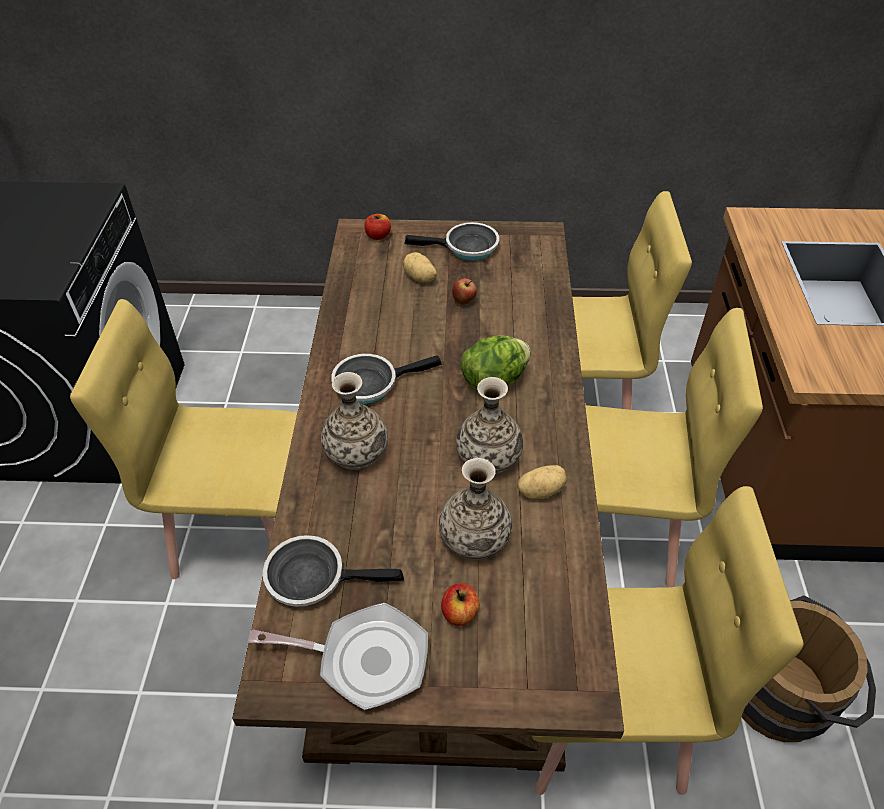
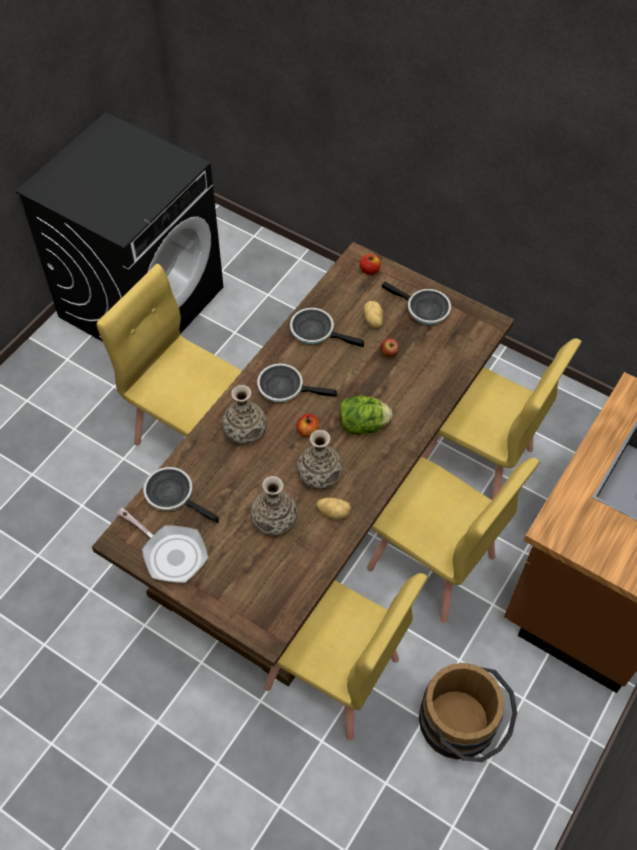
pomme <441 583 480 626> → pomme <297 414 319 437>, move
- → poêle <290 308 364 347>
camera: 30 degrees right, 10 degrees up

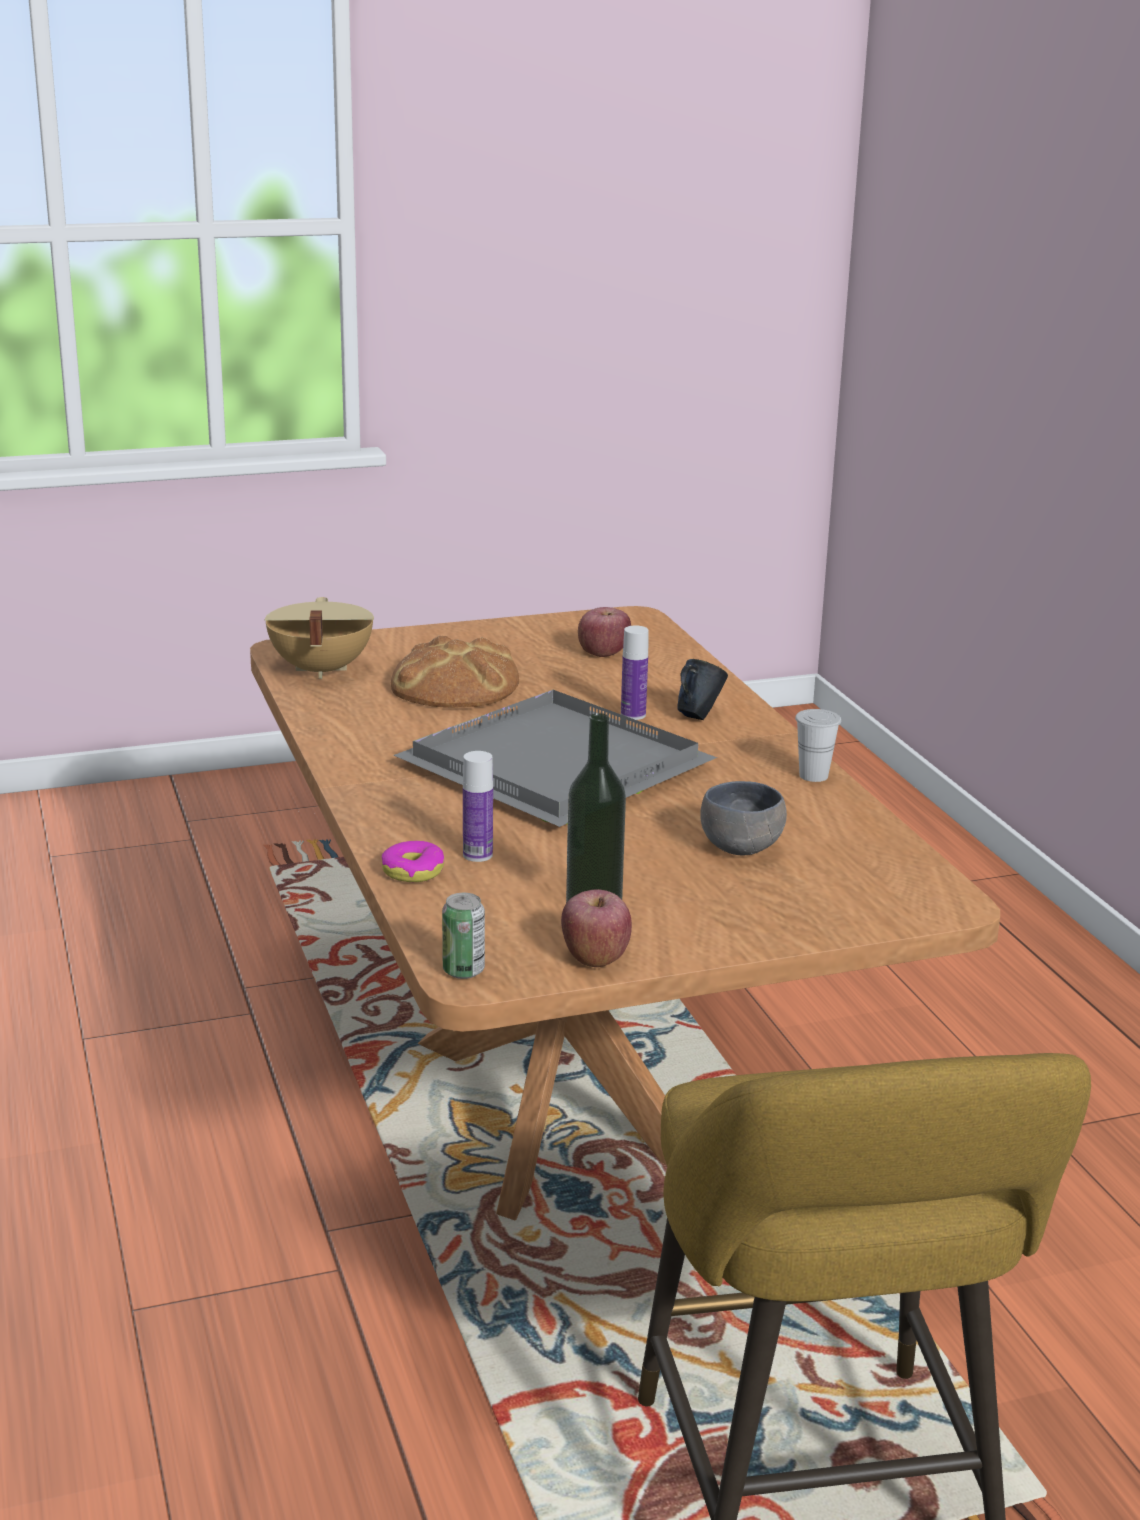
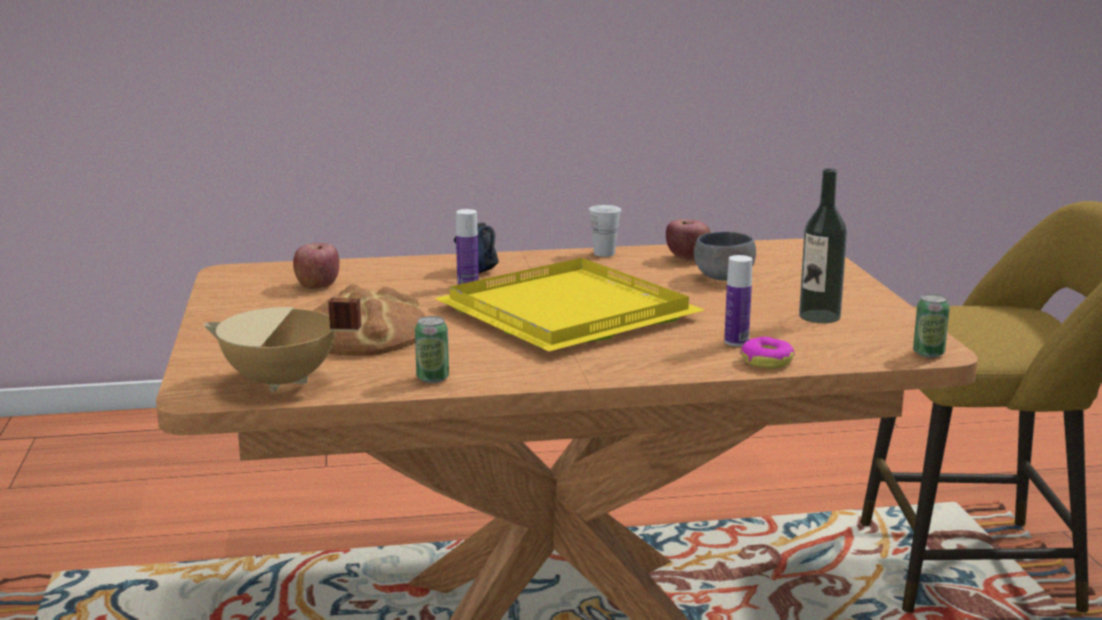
plateau [gris] <393 690 717 827> → plateau [jaune] <434 258 704 351>
pomme <561 889 632 967> → pomme <666 219 711 261>, move
- → boîte métallique <415 316 449 383>
camera: 80 degrees left, 5 degrees down

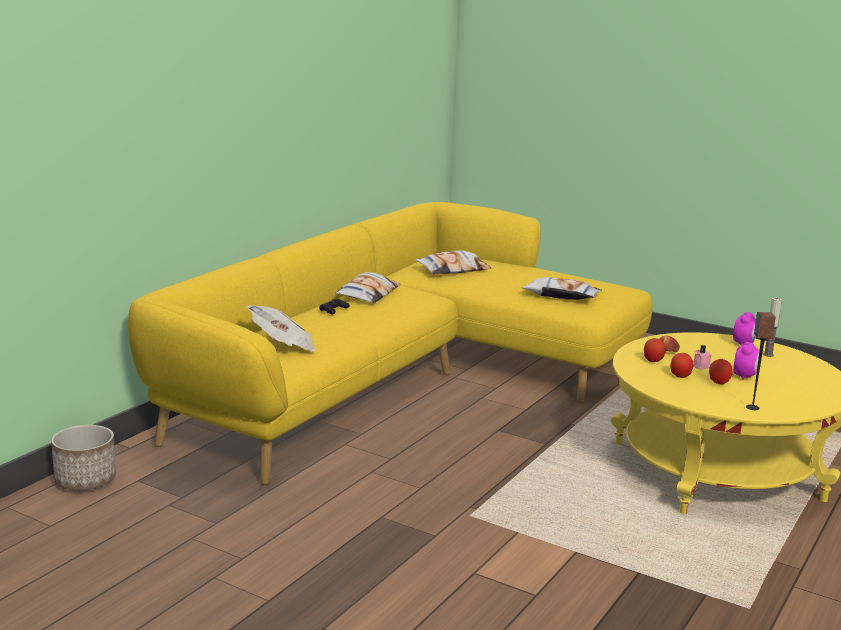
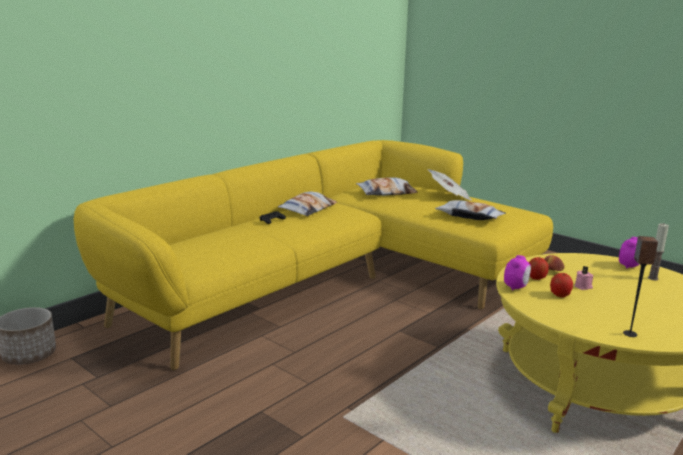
journal <247 305 315 351> → journal <428 169 472 201>, move
réveil <733 342 759 379> → réveil <504 255 531 291>, move
pomme <709 359 732 384> → -
camera: 10 degrees right, 0 degrees up

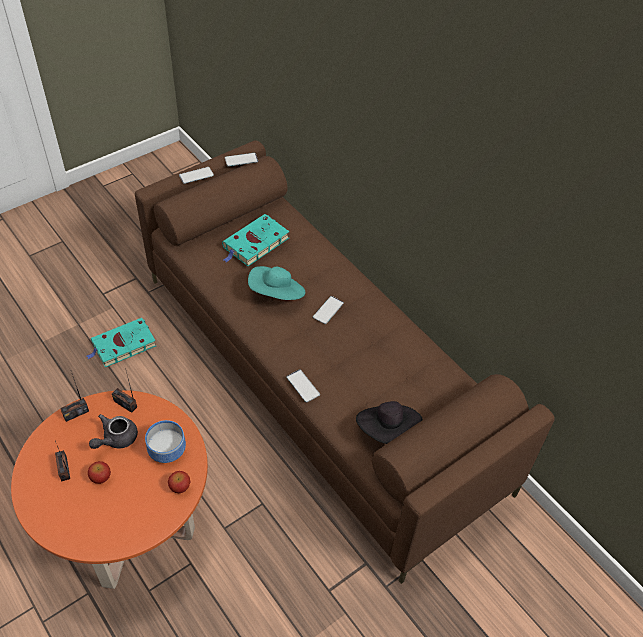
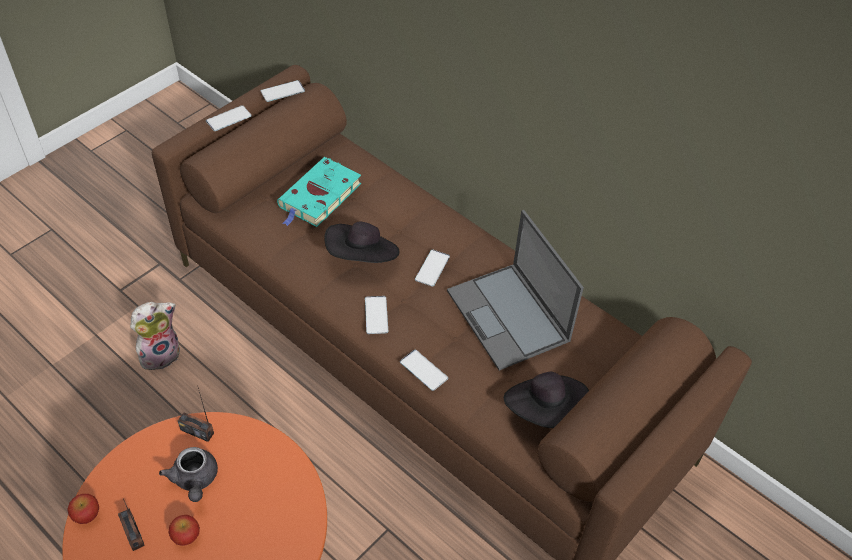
chapeau [turquoise] <248 266 305 300> → chapeau [noir] <324 221 400 263>
livre [turquoise] <87 318 156 367> → peluche <130 302 180 370>
radio <60 374 89 422> → -
théière [gris] <89 414 138 449> → théière [gris] <159 447 218 502>, 45 degrees counterclockwise
bol <145 420 186 463> → -
pomme <168 471 191 493> → pomme <67 494 99 524>, move
- → ordinateur portable <447 210 584 371>
- → téléphone <365 296 388 334>
camera: 10 degrees left, 0 degrees up

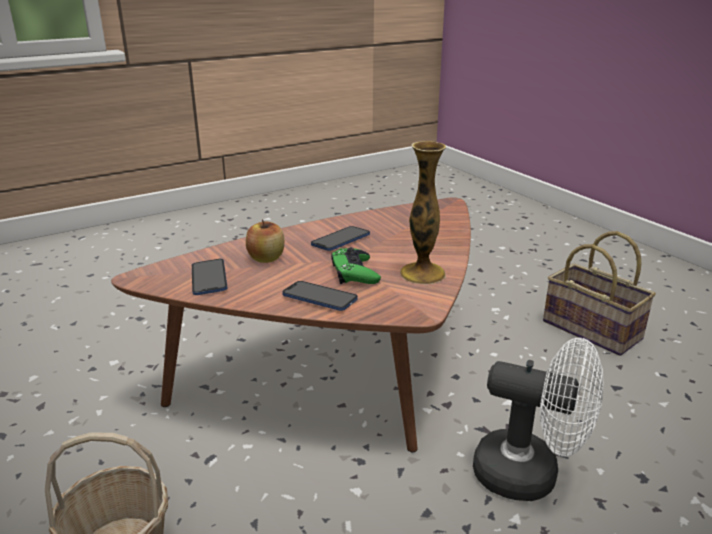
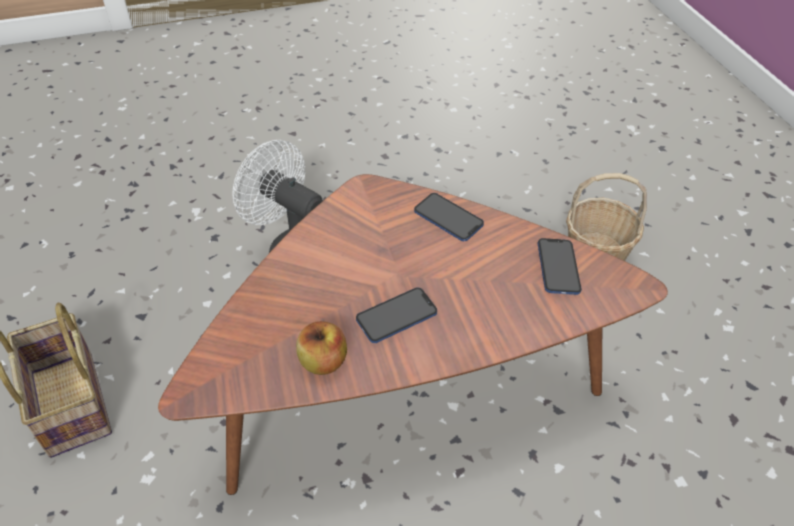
vase <400 141 446 285> → -
pomme <246 219 284 263> → pomme <296 321 347 375>, move
manette [vert] <331 247 381 284> → -
camera: 165 degrees left, 20 degrees up

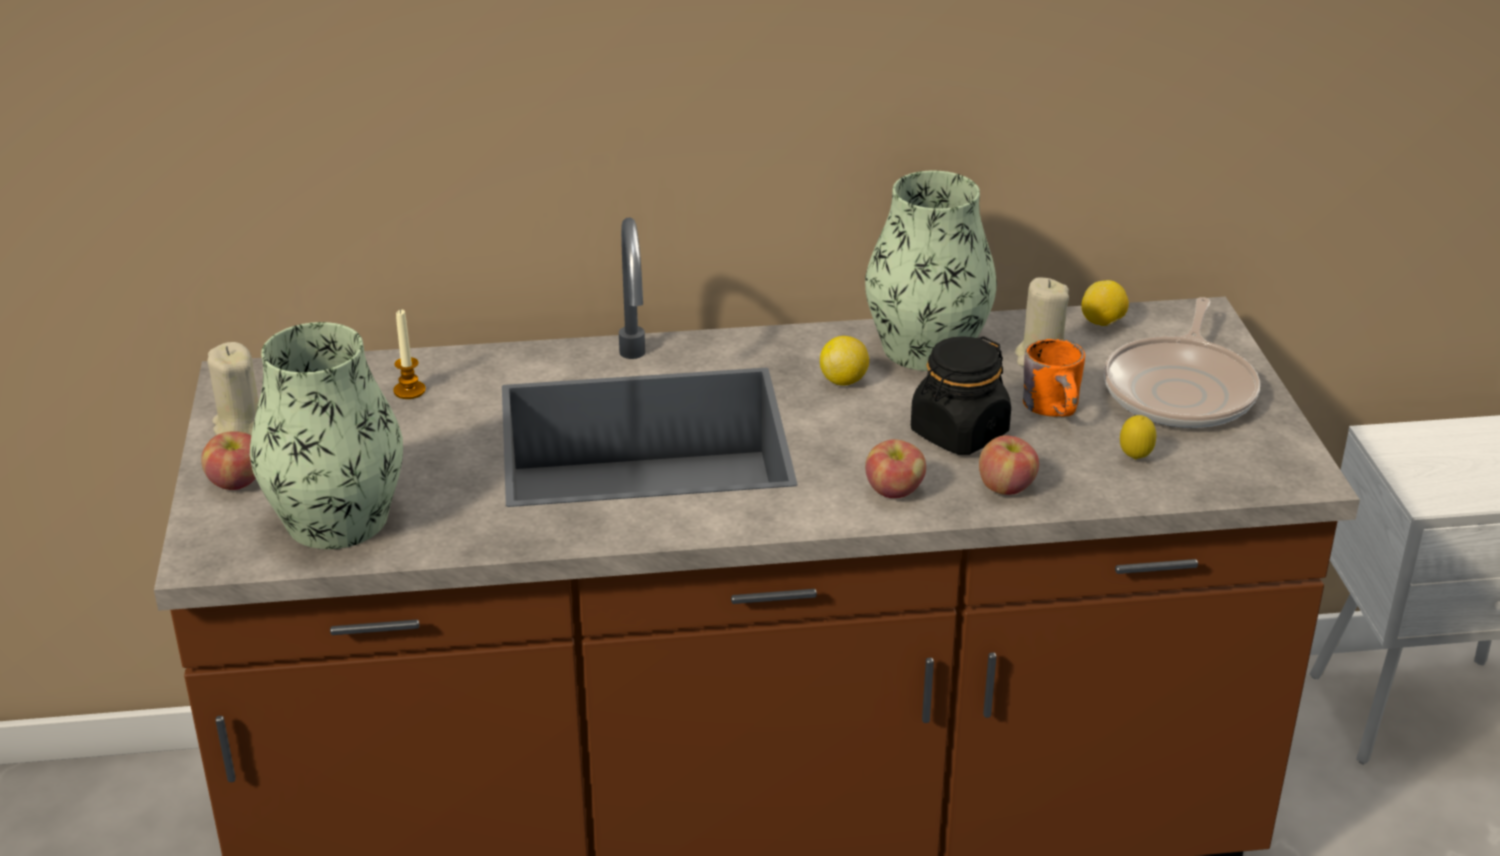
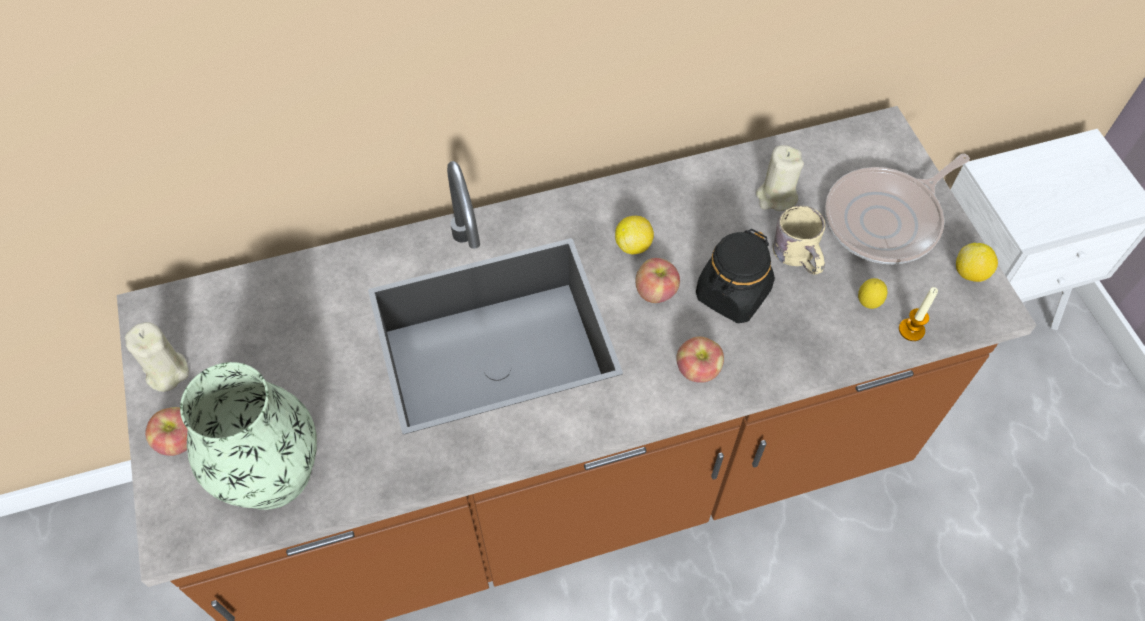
vase <865 171 997 371> → -
citron <1081 280 1129 326> → citron <956 243 998 282>, move
poêle <1104 297 1260 428> → poêle <825 154 970 264>, 45 degrees clockwise
bougie <393 309 426 399> → bougie <899 287 938 341>, move
mug [orange] <1023 339 1085 417> → mug [beige] <773 206 825 275>
pomme <979 435 1039 495> → pomme <635 258 680 303>, move
camera: 10 degrees left, 25 degrees up

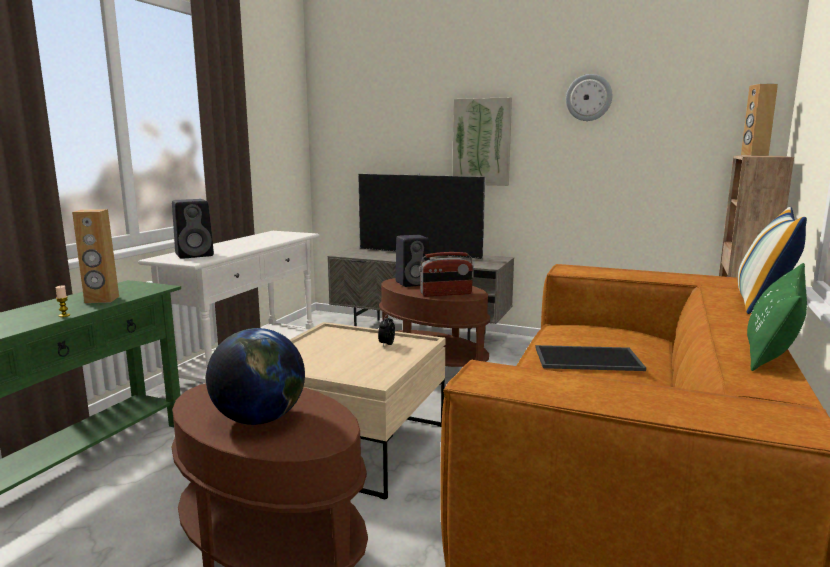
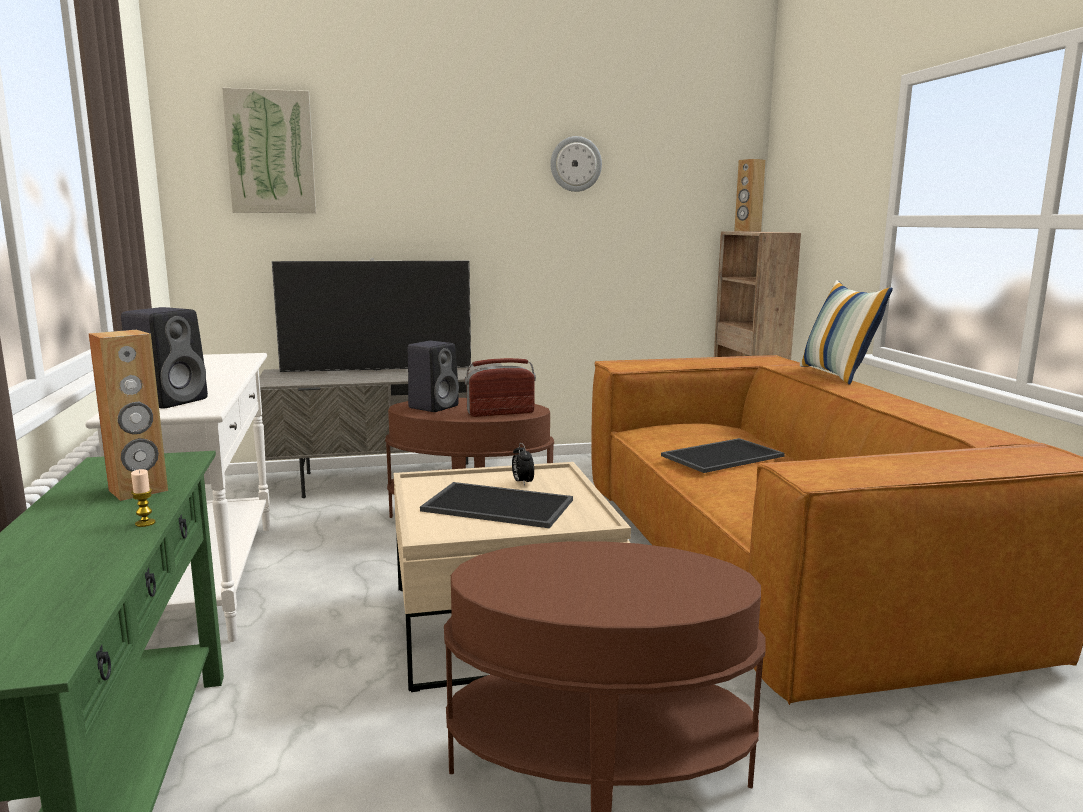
tableau <452 97 512 186> → tableau <222 88 316 213>, move
radio <419 252 474 297> → radio <465 358 536 417>, 150 degrees counterclockwise
coussin [vert] <747 263 807 371> → -
globe <206 328 305 425> → -
- → plateau <420 482 573 528>
camera: 35 degrees left, 0 degrees up

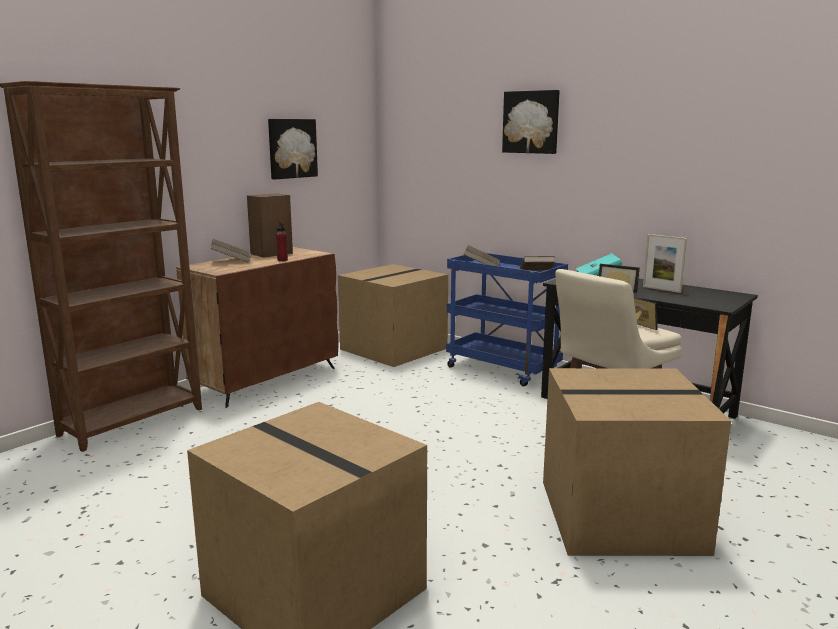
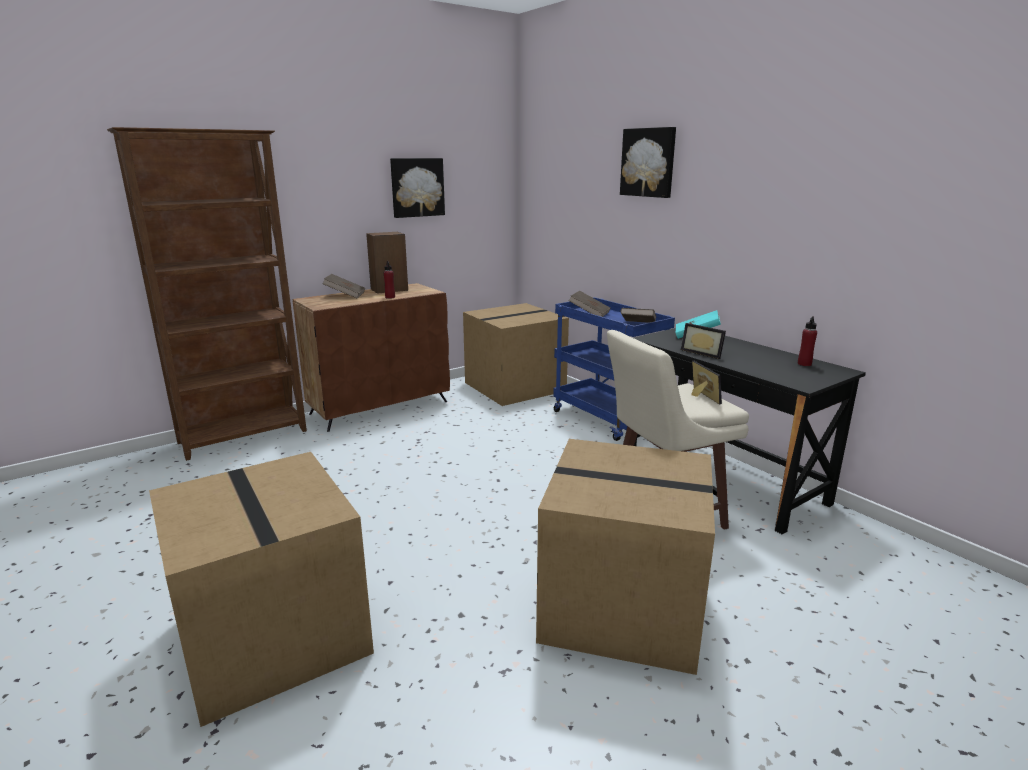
cadre photo <643 234 687 293> → -
- → bouteille [rouge] <798 316 817 366>
camera: 15 degrees right, 5 degrees up

